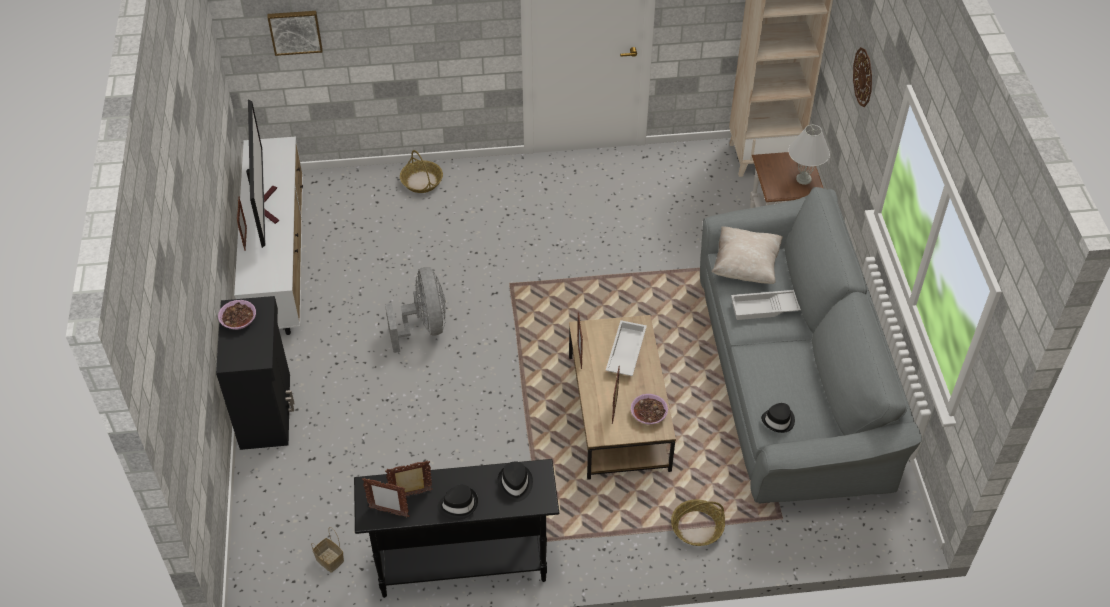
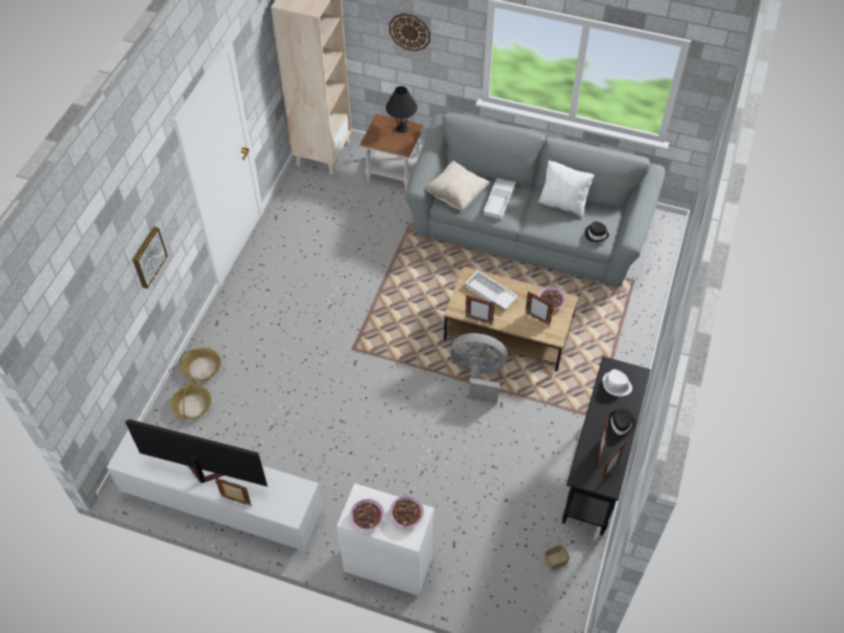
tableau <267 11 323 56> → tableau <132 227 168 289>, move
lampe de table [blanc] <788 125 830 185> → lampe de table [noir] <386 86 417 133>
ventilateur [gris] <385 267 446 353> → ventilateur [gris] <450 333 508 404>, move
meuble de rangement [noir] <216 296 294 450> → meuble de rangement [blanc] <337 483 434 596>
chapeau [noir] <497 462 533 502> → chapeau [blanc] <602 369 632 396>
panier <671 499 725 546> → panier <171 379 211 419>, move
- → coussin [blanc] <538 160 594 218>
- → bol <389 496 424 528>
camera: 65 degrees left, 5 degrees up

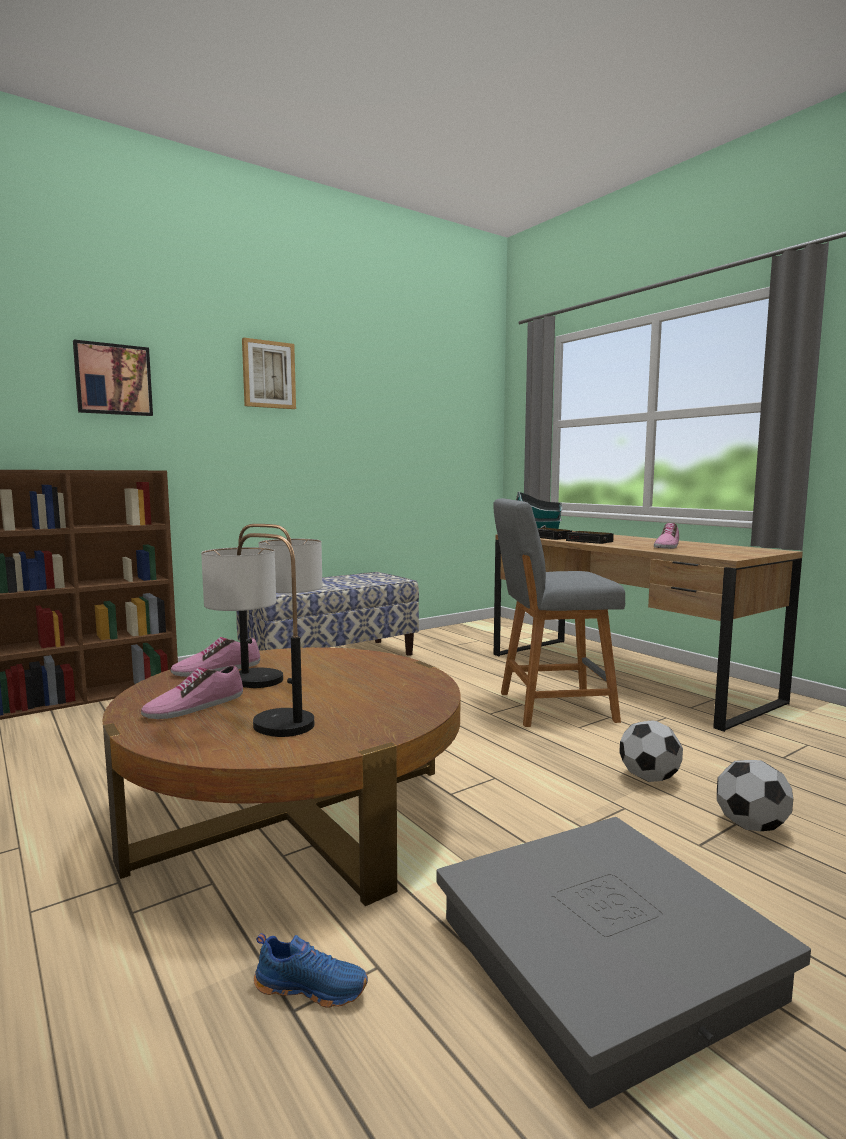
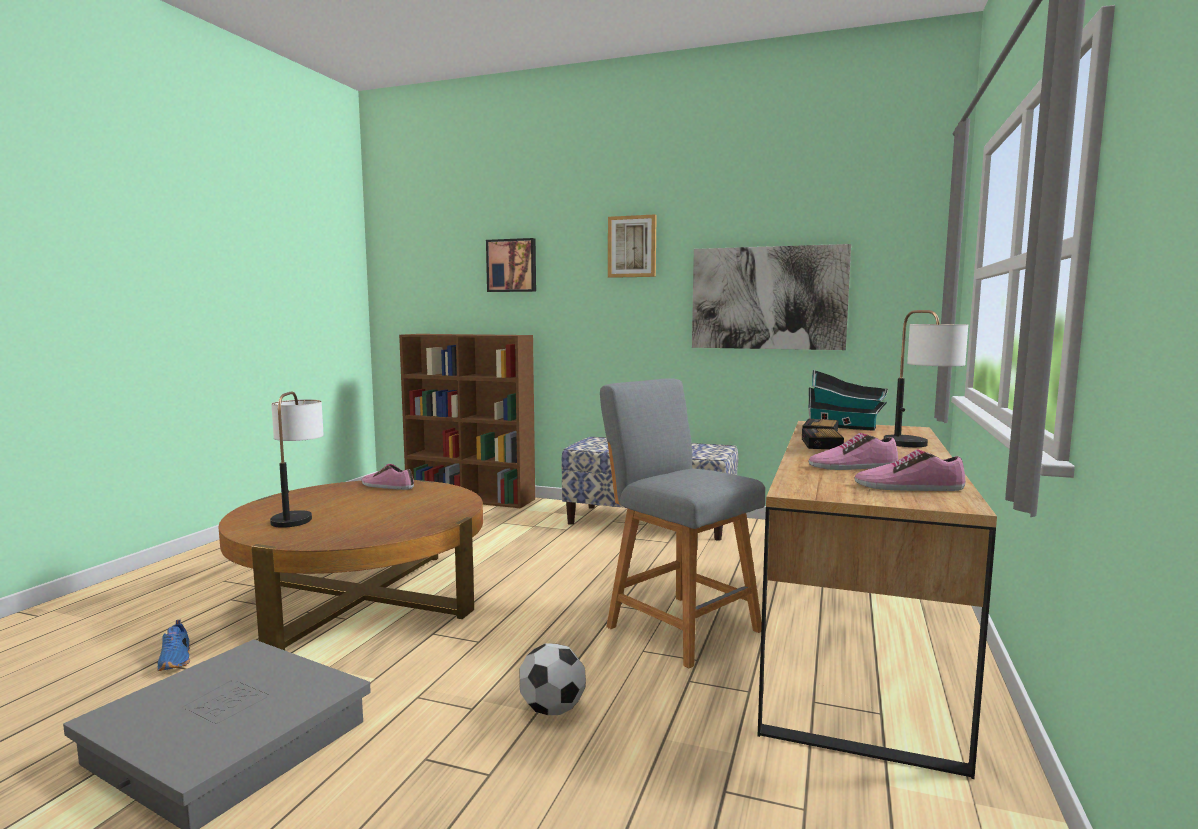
lampe de table <238 524 323 688> → lampe de table <884 310 968 447>, move
chaussure <141 665 243 719> → chaussure <854 449 966 491>, move
ballon de foot <717 760 793 831> → -
- → tableau <692 244 851 350>
camera: 55 degrees right, 0 degrees up

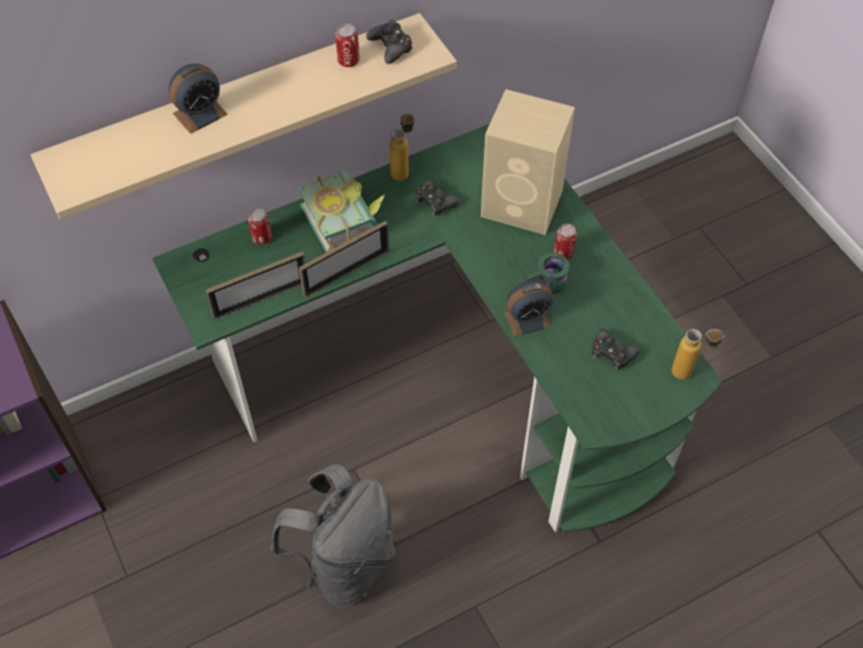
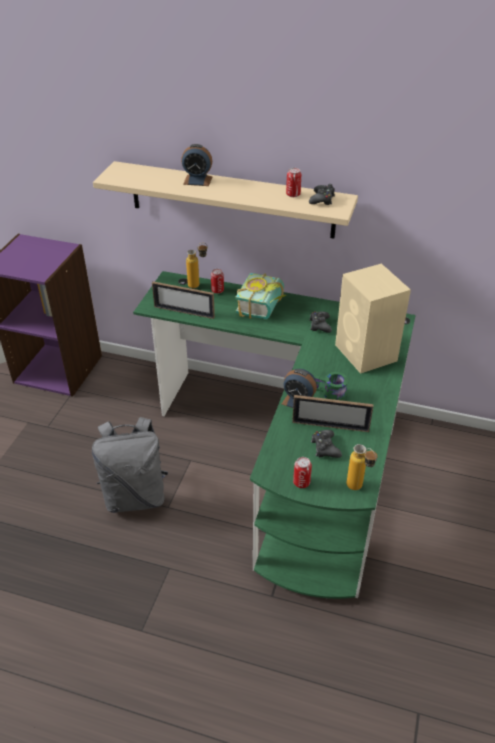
bouteille <389 111 414 181> → bouteille <186 243 208 288>, move
cadre photo <299 221 389 298> → cadre photo <292 395 374 432>, move
boîte métallique <554 224 577 259> → boîte métallique <293 457 312 488>, move
camera: 45 degrees right, 15 degrees down

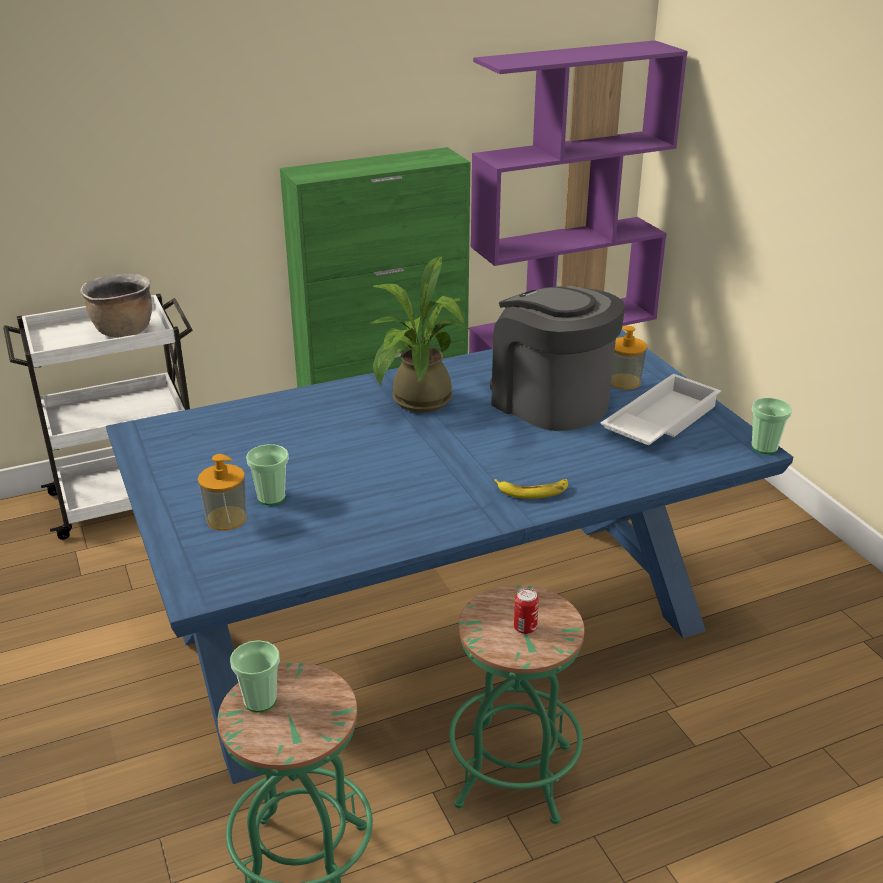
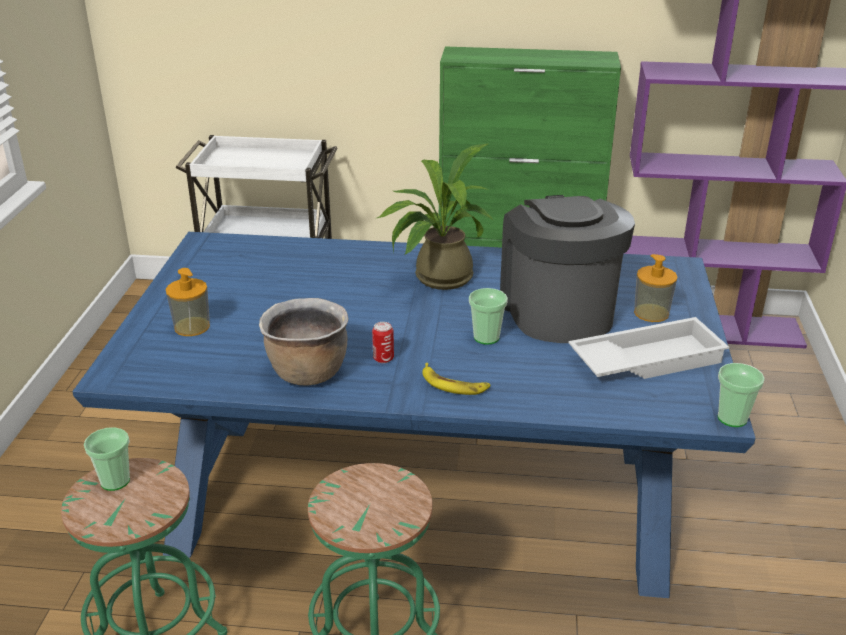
marmite [marron] <80 274 152 338> → marmite [marron] <259 298 349 385>, move
tasse <246 444 289 505> → tasse <469 288 508 345>, move
boîte métallique <514 588 539 634> → boîte métallique <372 322 394 363>, move
camera: 30 degrees right, 0 degrees up

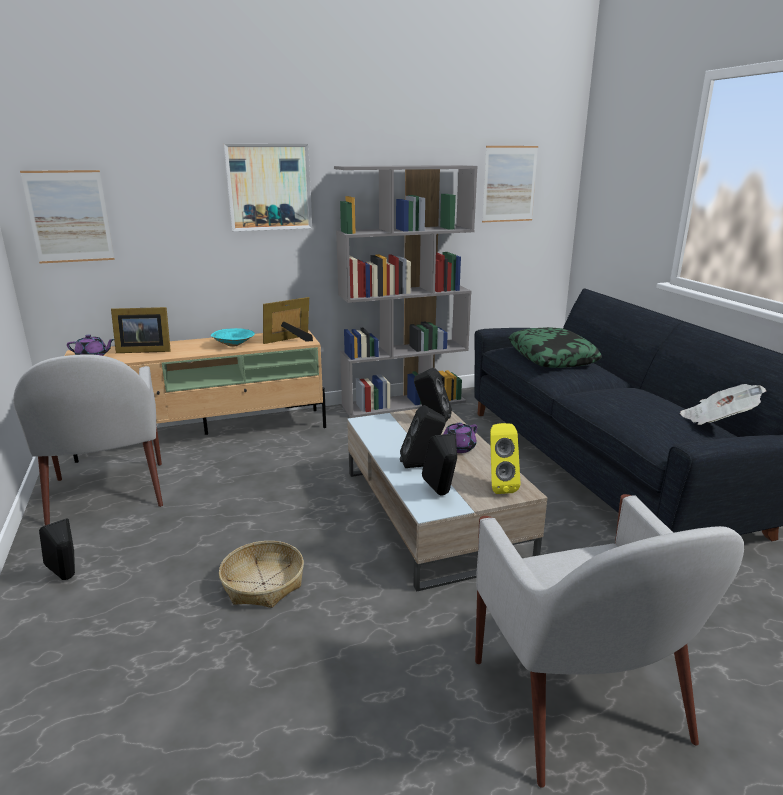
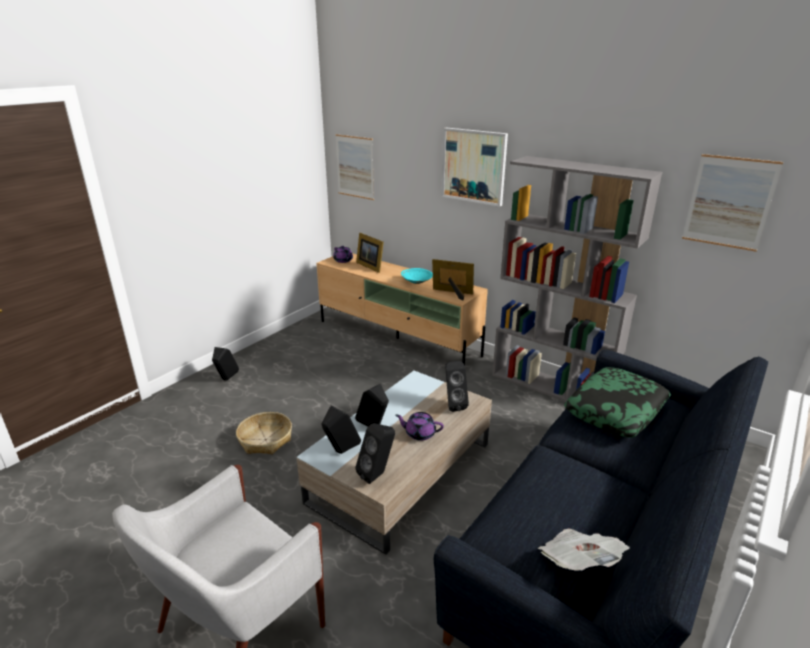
fauteuil [blanc] <13 354 163 525> → -
enceinte [jaune] <490 423 521 494> → enceinte [noir] <355 423 395 484>
camera: 55 degrees right, 5 degrees up

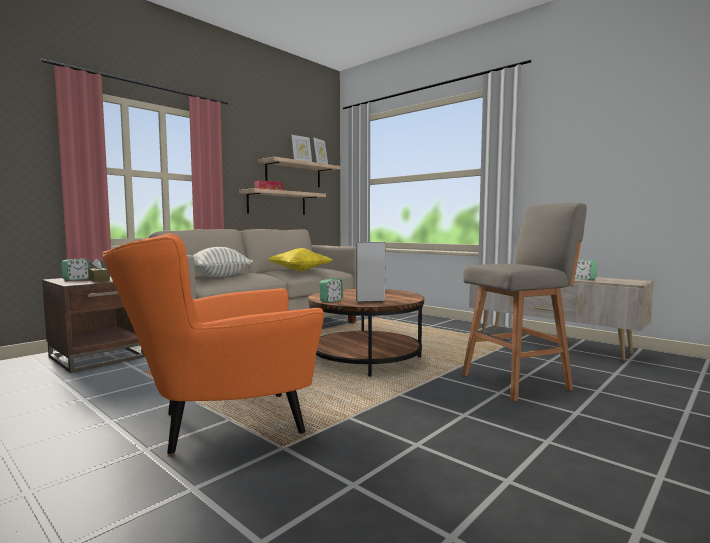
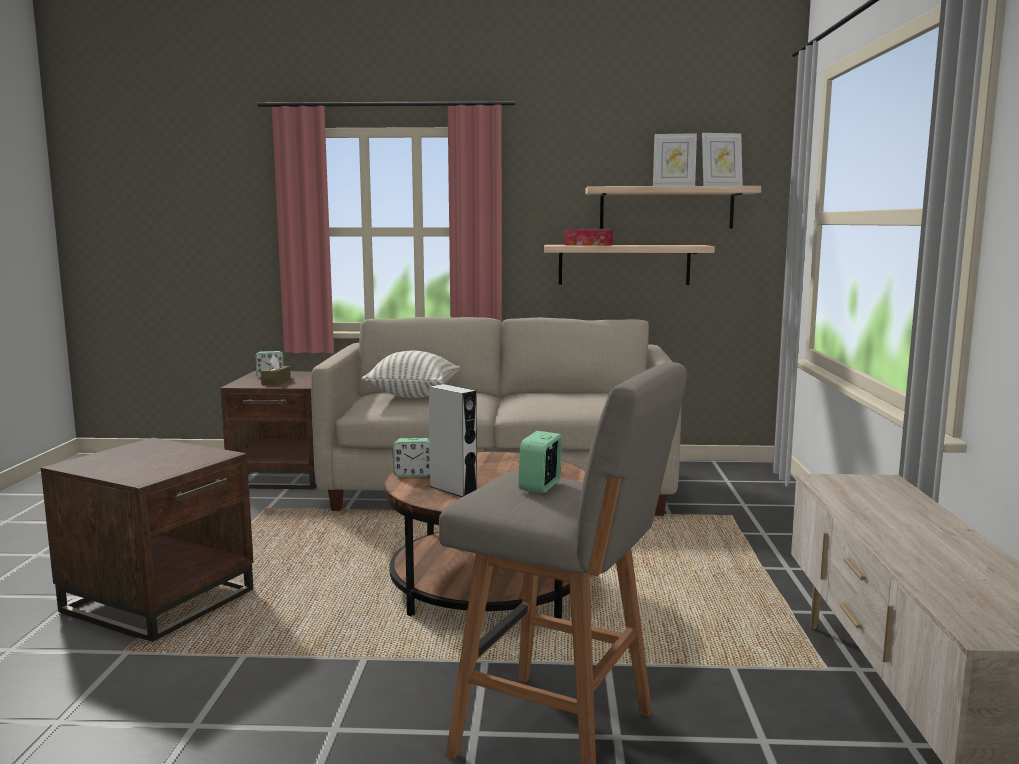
fauteuil [orange] <102 233 324 455> → table d'appoint [marron] <41 438 254 642>
coussin [jaune] <268 248 333 271> → -
réveil <575 260 597 280> → réveil <518 431 562 493>, move
camera: 50 degrees right, 5 degrees up

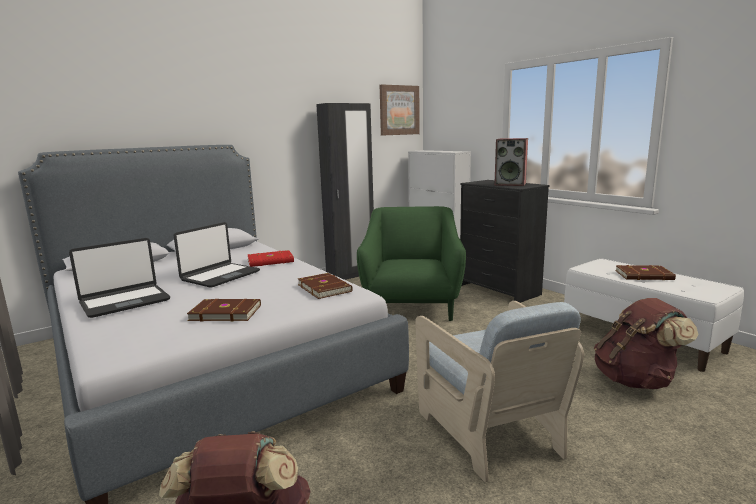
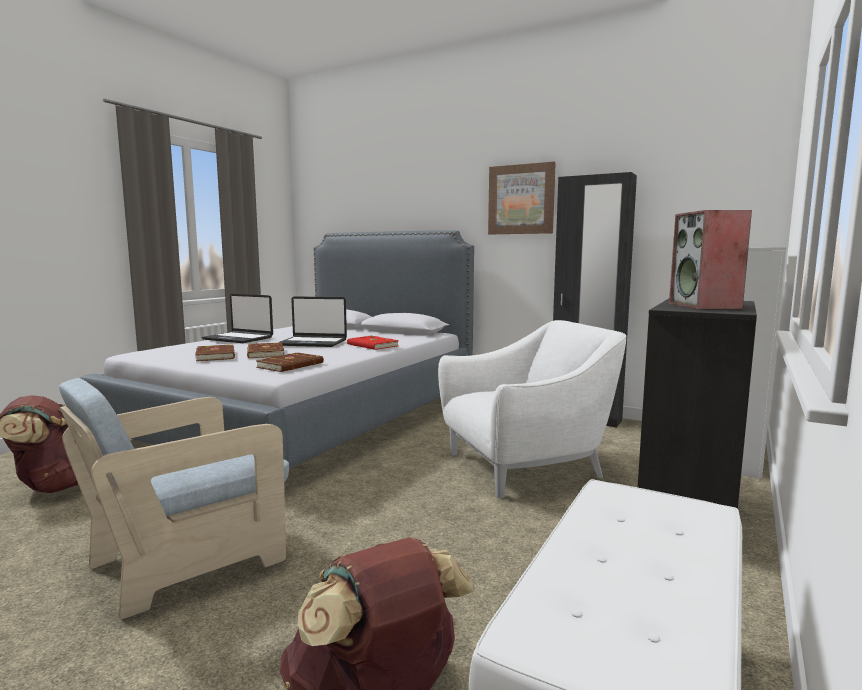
tableau <380 85 420 136> → tableau <488 162 556 234>, move
fauteuil [vert] <357 206 466 321> → fauteuil [blanc] <438 320 626 498>
livre [marron] <615 265 676 280> → livre [marron] <247 342 284 358>, move
camera: 65 degrees right, 5 degrees down

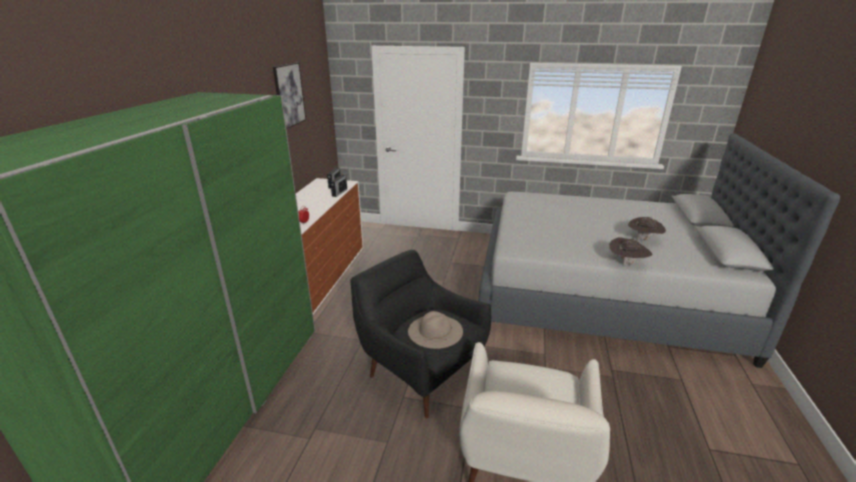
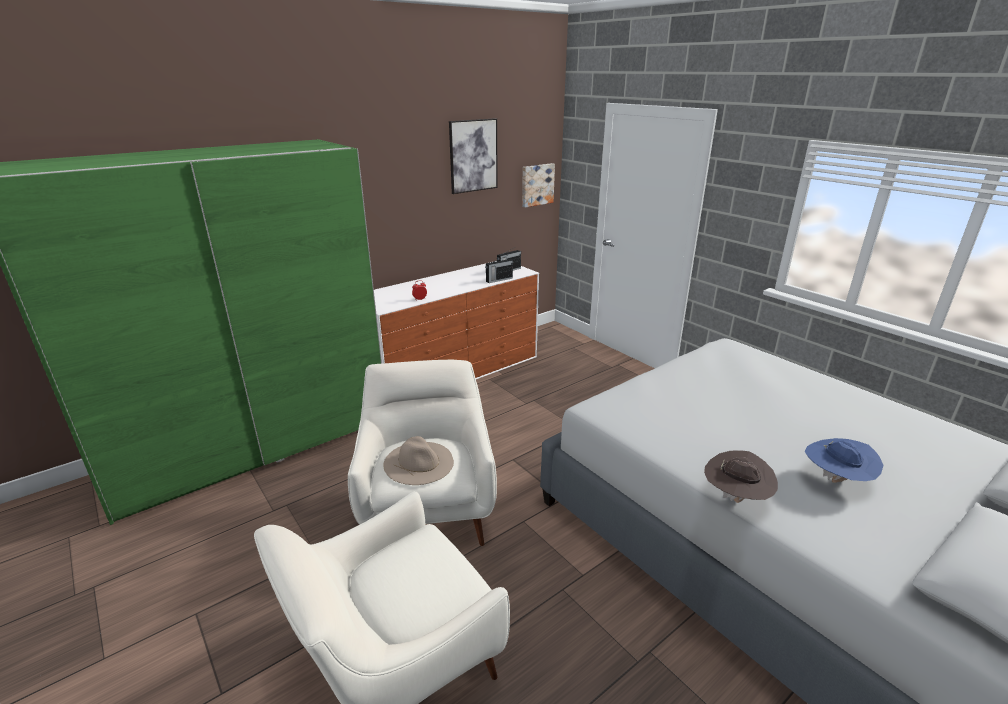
chapeau [marron] <628 217 666 240> → chapeau [bleu] <804 438 883 483>
fauteuil [noir] <350 250 491 418> → fauteuil [blanc] <348 360 497 546>
- → tableau <522 163 555 208>
camera: 40 degrees right, 0 degrees up

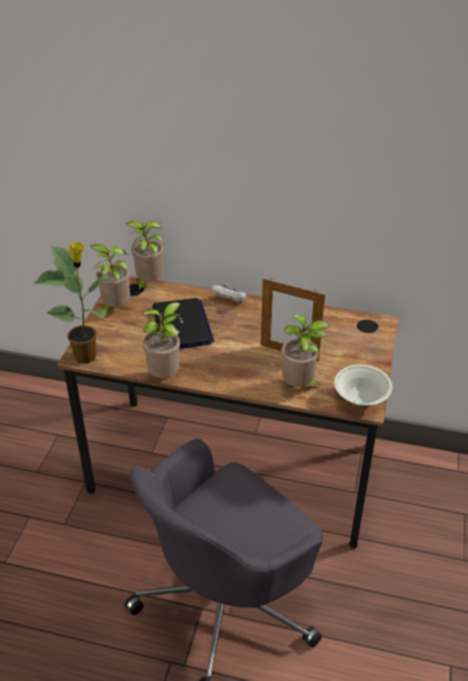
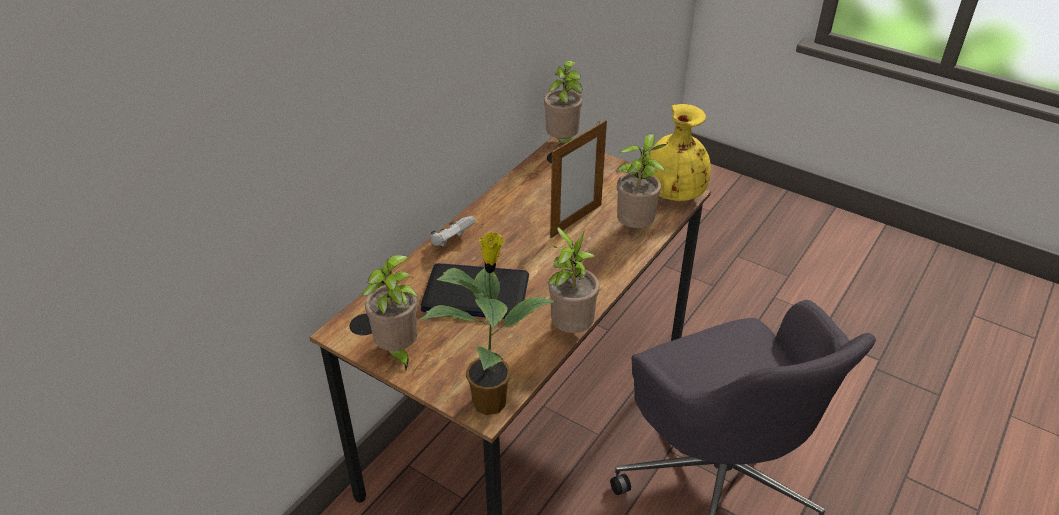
plante en pot <126 221 164 292> → plante en pot <544 61 583 144>, move
bol [blanc] <334 365 392 407> → vase [jaune] <645 104 711 201>
camera: 70 degrees left, 0 degrees up

